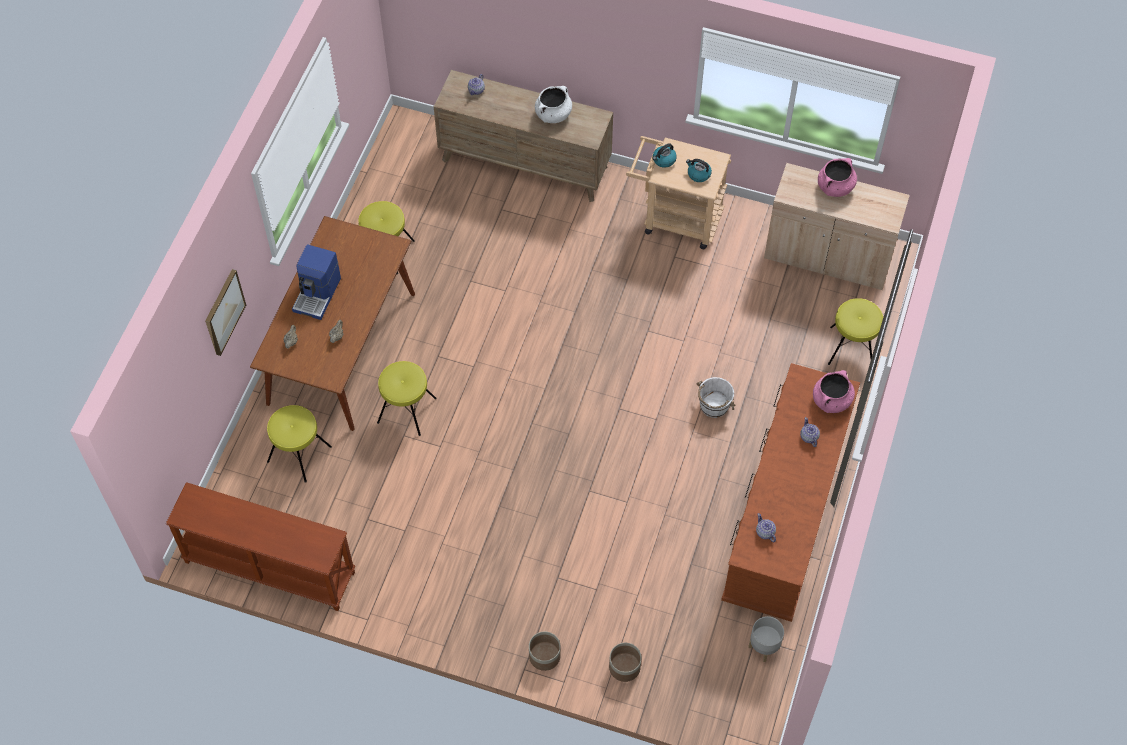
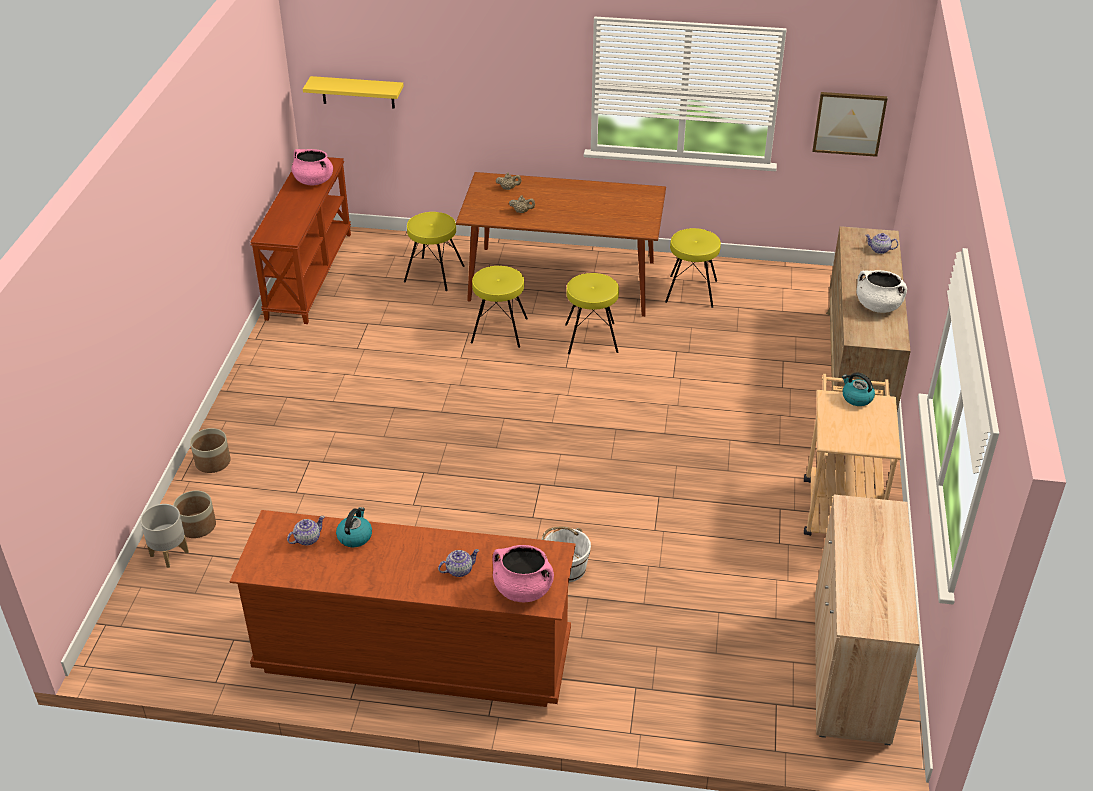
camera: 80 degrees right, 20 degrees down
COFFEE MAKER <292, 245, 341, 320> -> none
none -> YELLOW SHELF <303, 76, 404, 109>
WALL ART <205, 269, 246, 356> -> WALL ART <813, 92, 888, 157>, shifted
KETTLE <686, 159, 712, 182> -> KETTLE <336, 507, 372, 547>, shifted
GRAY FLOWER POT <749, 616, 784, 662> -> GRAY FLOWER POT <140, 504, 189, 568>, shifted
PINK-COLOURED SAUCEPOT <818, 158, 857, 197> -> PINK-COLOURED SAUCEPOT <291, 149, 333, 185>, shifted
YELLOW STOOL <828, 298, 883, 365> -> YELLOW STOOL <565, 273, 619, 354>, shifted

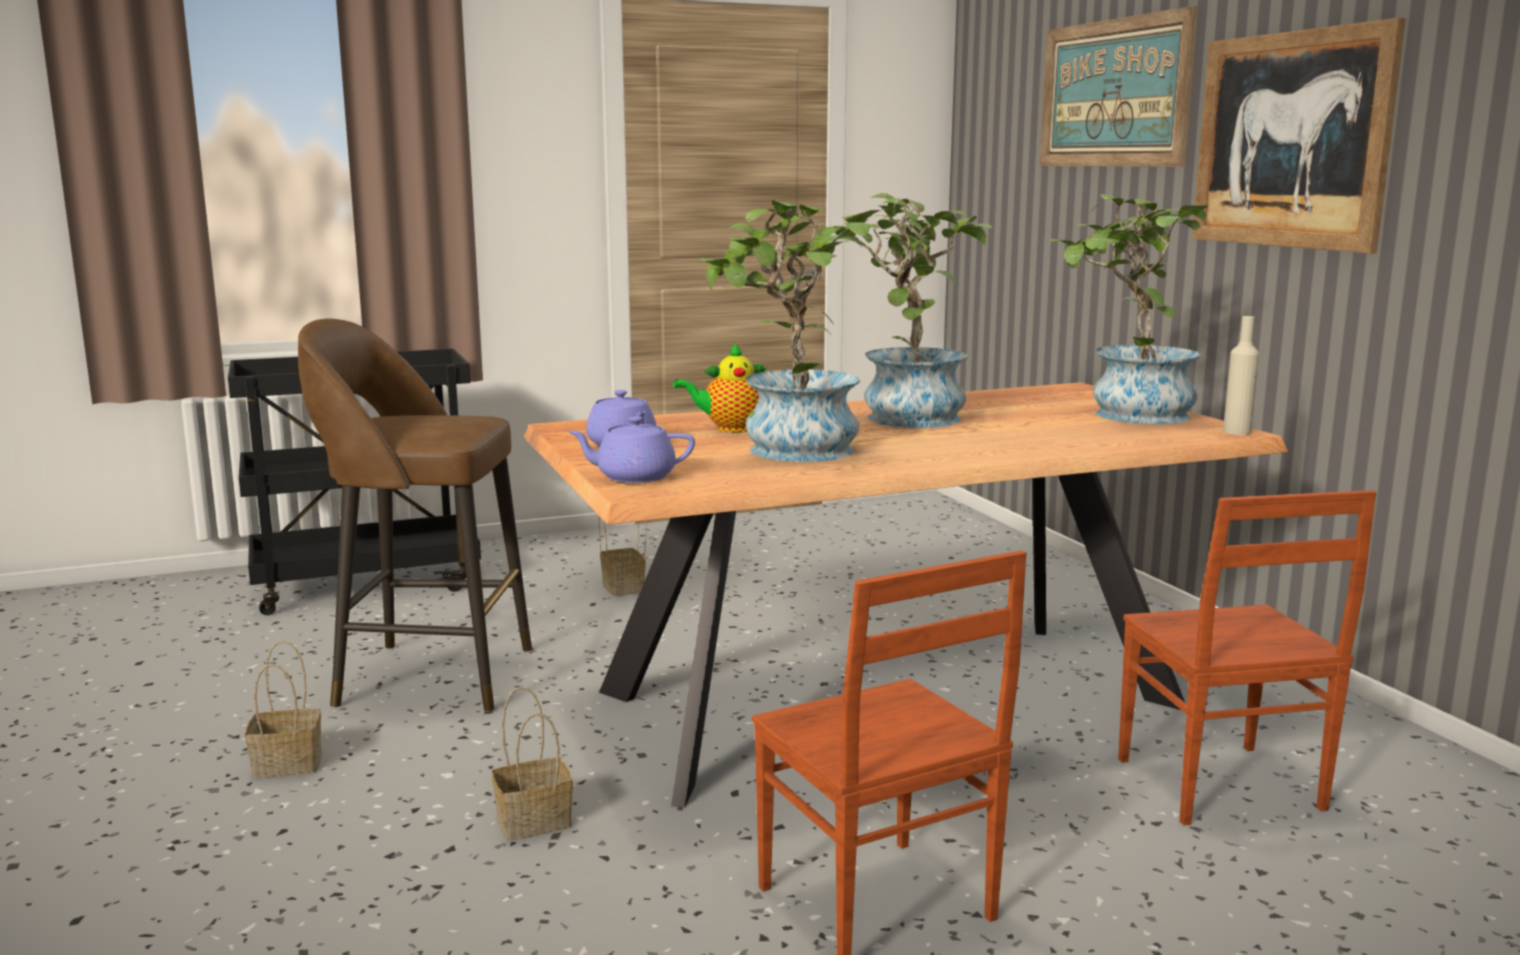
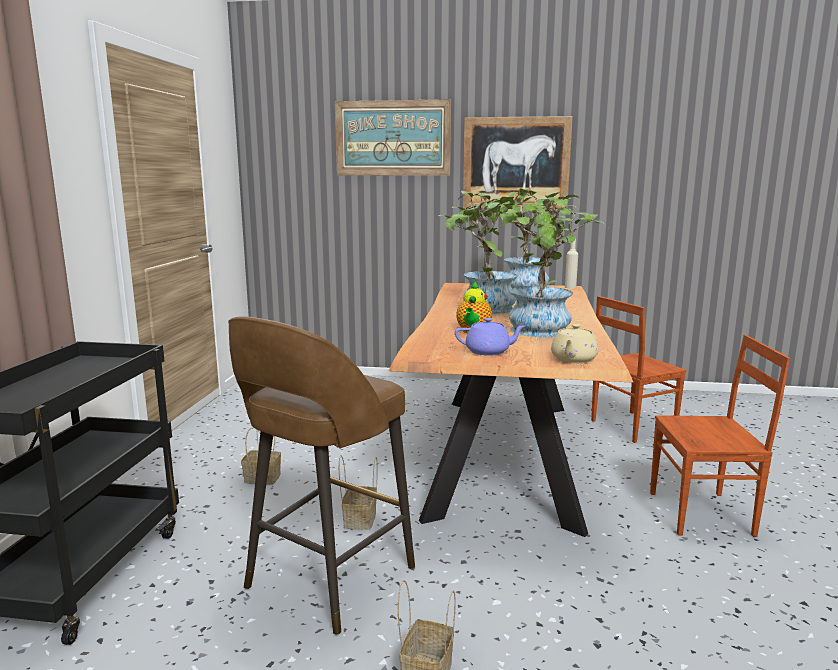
camera: 60 degrees left, 0 degrees up
STORAGE BASKET <492, 687, 573, 841> -> STORAGE BASKET <339, 455, 378, 530>, shifted
PURPLE-COLOURED TEAPOT <568, 416, 695, 483> -> BEIGE TEAPOT <551, 324, 598, 363>
BROWN-COLOURED PLAIN CHAIR <1118, 490, 1377, 825> -> BROWN-COLOURED PLAIN CHAIR <591, 296, 687, 443>, 135 degrees clockwise

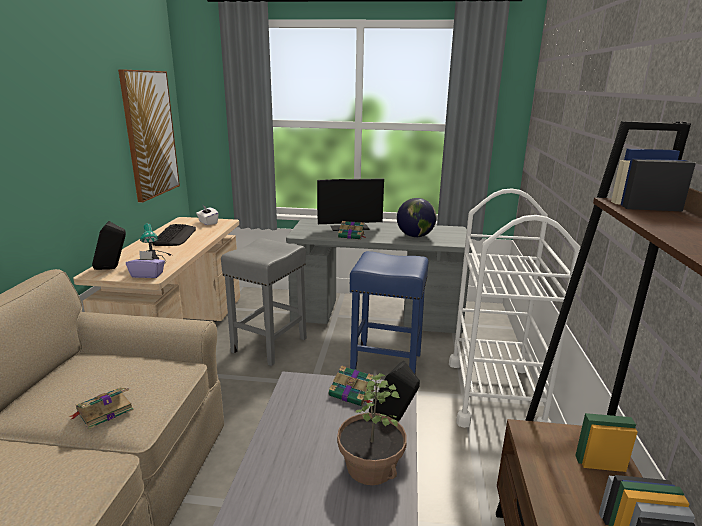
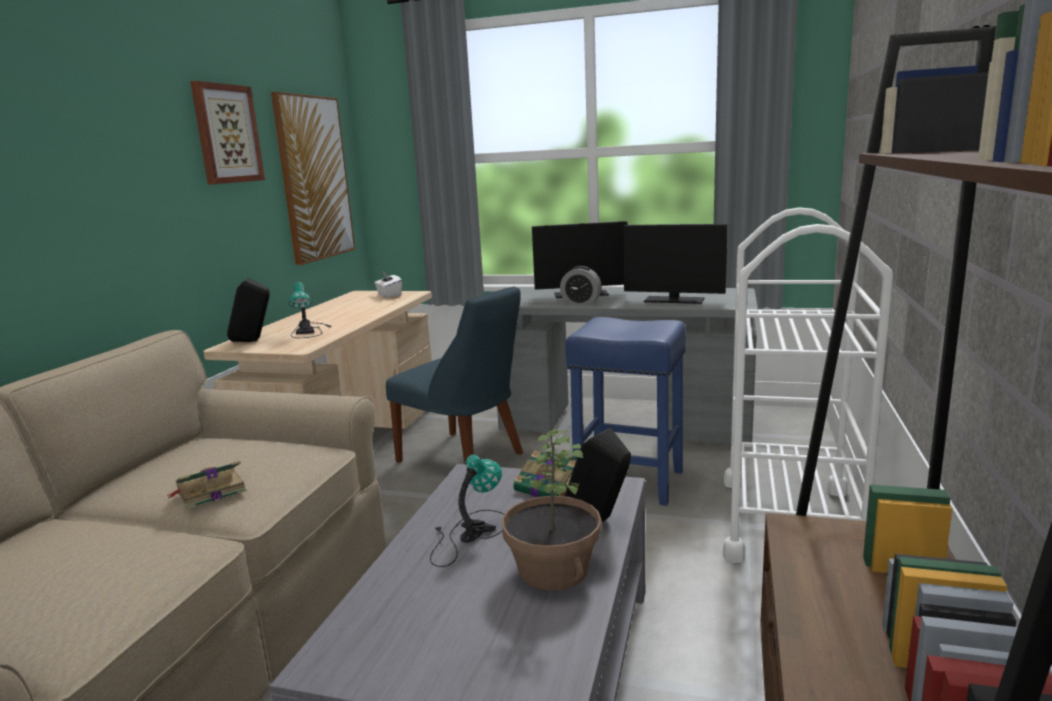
camera: 10 degrees right, 5 degrees down
PURPLE-COLOURED BOX OF TISSUES <126, 251, 165, 278> -> none
COMPUTER KEYBOARD <152, 224, 196, 246> -> none
none -> WALL ART <190, 81, 265, 185>
none -> TABLETOP LAMP <430, 454, 505, 567>
GRAY STOOL <221, 238, 307, 366> -> BLUISH PLAIN CHAIR <386, 286, 523, 464>
BOUND BOOK <338, 221, 365, 240> -> BEDSIDE CLOCK <560, 266, 602, 304>
DESK GLOBE <397, 198, 436, 237> -> COMPUTER DISPLAY <623, 224, 727, 304>

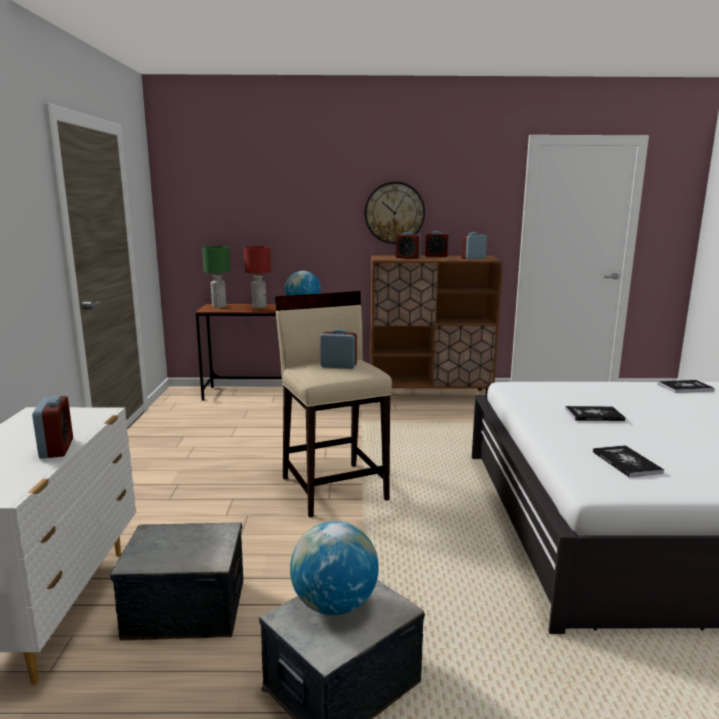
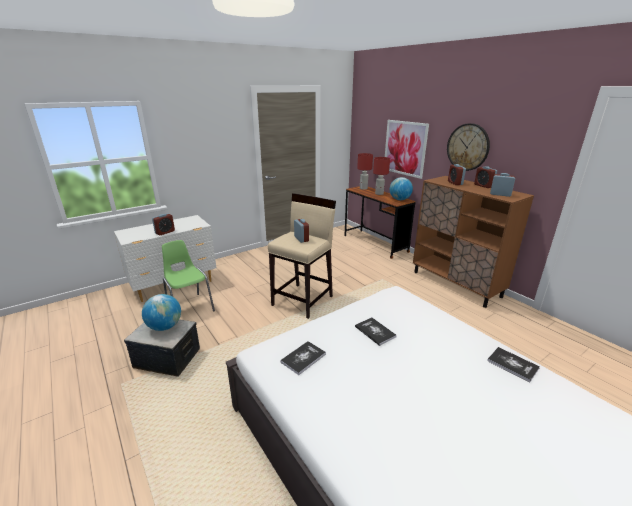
camera: 55 degrees right, 10 degrees up
none -> WALL ART <385, 120, 429, 179>
STORAGE BIN <110, 523, 243, 641> -> GREENISH PLAIN CHAIR <162, 240, 215, 312>
GREENISH TABLETOP LAMP <202, 246, 230, 308> -> REDDISH TABLETOP LAMP <357, 153, 373, 190>

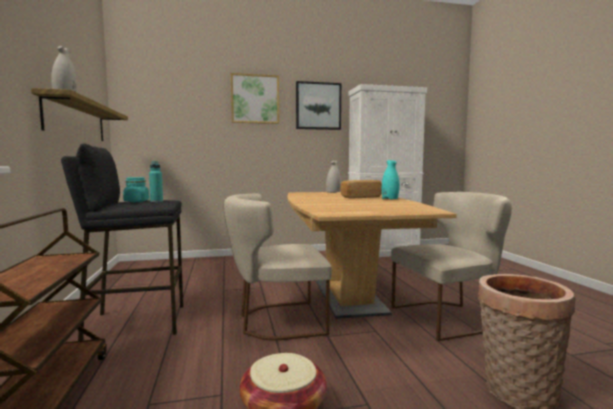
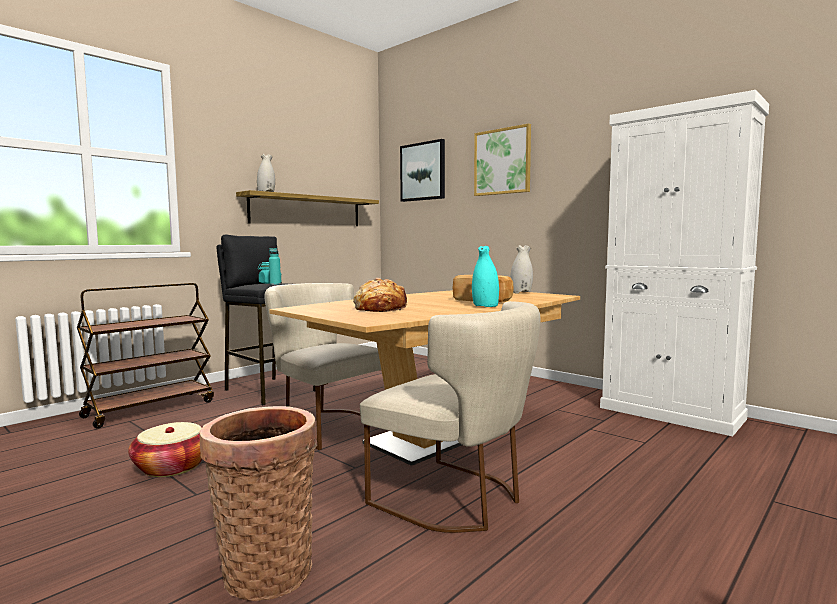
camera: 55 degrees right, 0 degrees up
none -> BAKED BREAD <353, 278, 407, 312>
WALL ART <296, 81, 341, 130> -> WALL ART <400, 139, 445, 202>, shifted

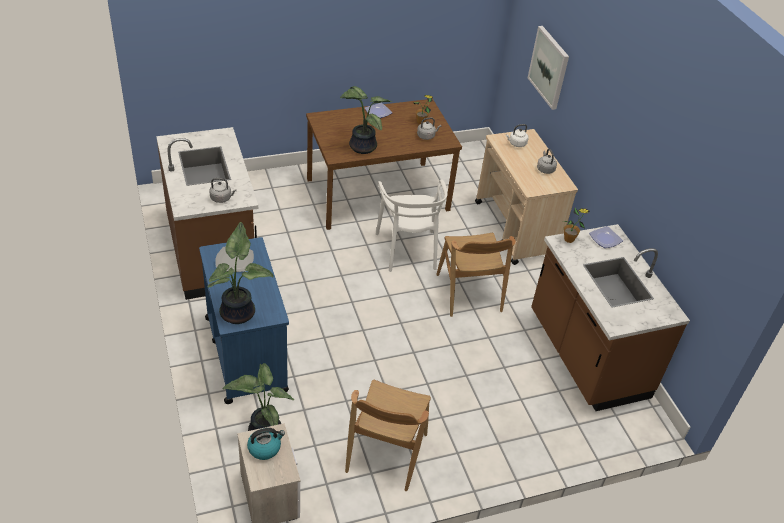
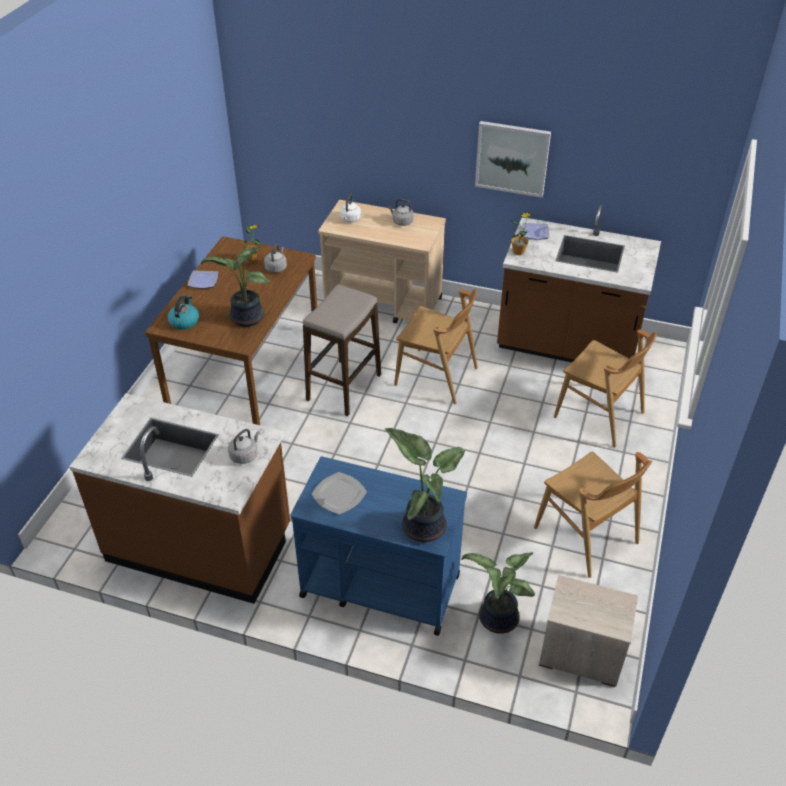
camera: 50 degrees left, 0 degrees up
none -> BROWN-COLOURED PLAIN CHAIR <554, 330, 657, 448>
KETTLE <247, 428, 285, 460> -> KETTLE <168, 296, 199, 330>, shifted
WALL ART <528, 26, 569, 110> -> WALL ART <475, 121, 551, 198>, shifted
WHITISH PLAIN CHAIR <376, 179, 447, 272> -> STOOL <303, 285, 381, 416>

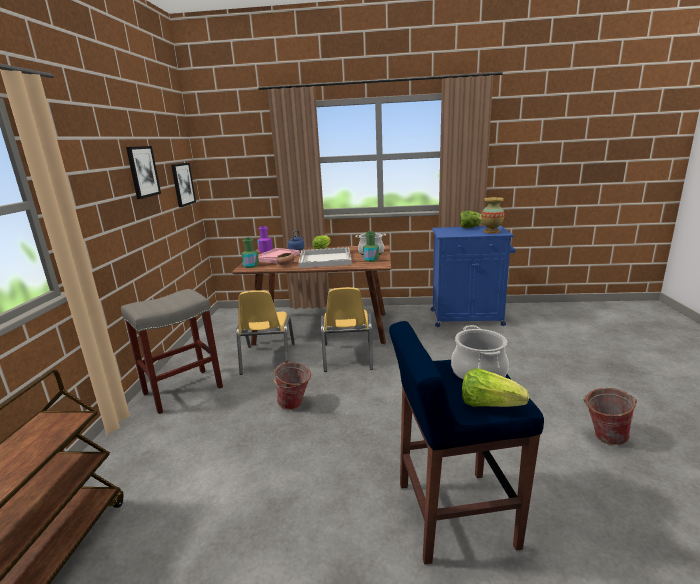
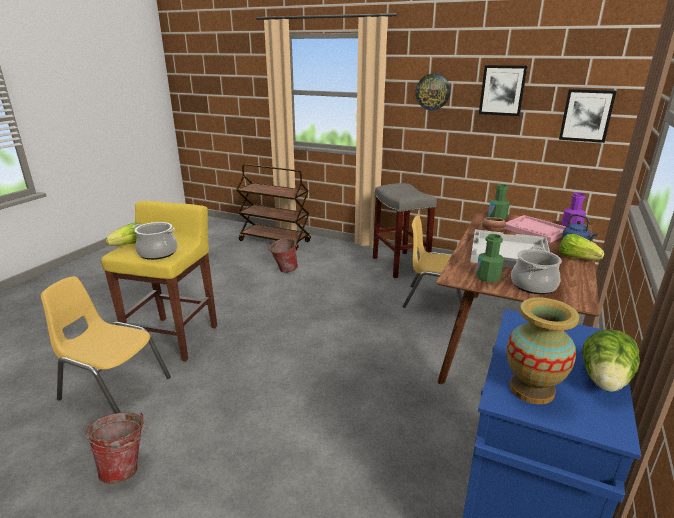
camera: 110 degrees right, 5 degrees up
none -> CLOCK ON THE WALL <415, 74, 450, 110>
WATER BUCKET <272, 360, 311, 410> -> WATER BUCKET <268, 238, 298, 273>, shifted
YELLOW PLAIN CHAIR <321, 287, 373, 372> -> YELLOW PLAIN CHAIR <41, 276, 171, 413>, shifted
BLUISH STOOL <389, 321, 544, 564> -> YELLOW STOOL <101, 201, 217, 362>

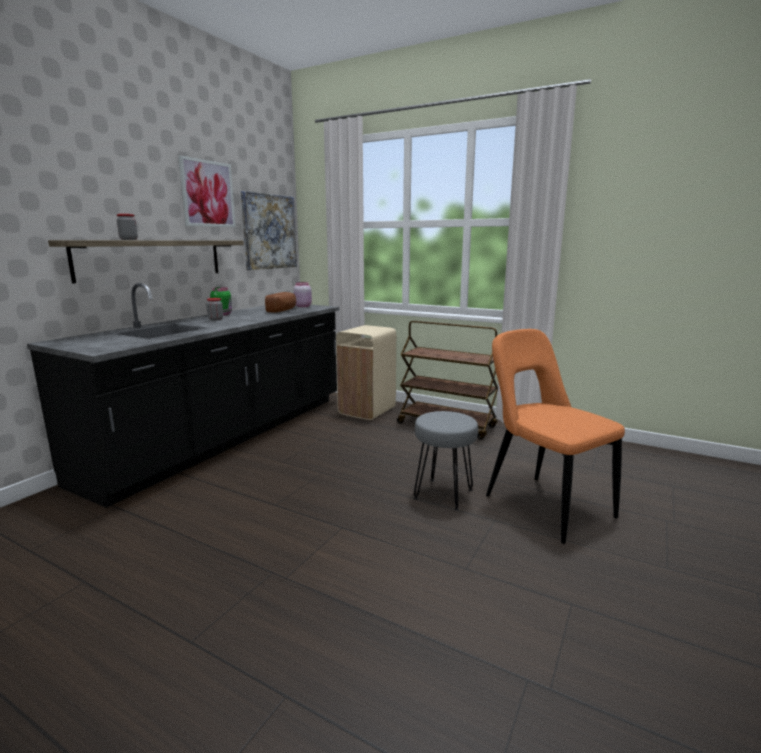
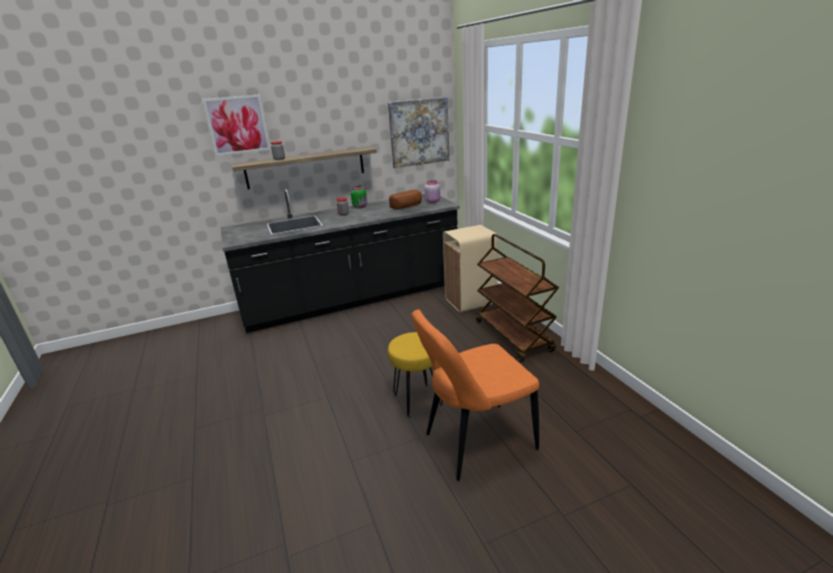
camera: 40 degrees right, 10 degrees up
WALL ART <178, 156, 235, 227> -> WALL ART <202, 94, 271, 156>, shifted
GRAY STOOL <414, 411, 478, 510> -> YELLOW STOOL <388, 332, 443, 417>
ORANGE PLAIN CHAIR <486, 329, 625, 544> -> ORANGE PLAIN CHAIR <411, 309, 539, 481>, 120 degrees counterclockwise

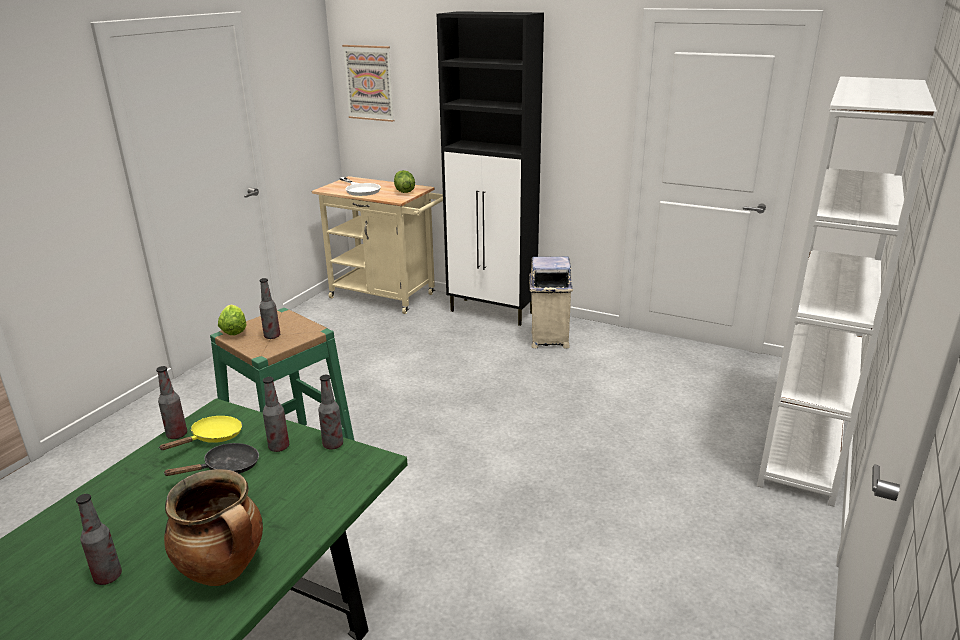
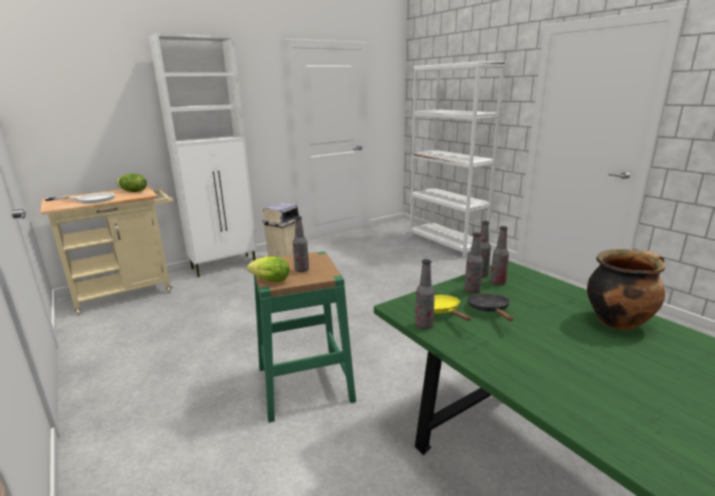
camera: 60 degrees left, 5 degrees down
WALL ART <342, 45, 394, 122> -> none
BEVERAGE BOTTLE <76, 494, 122, 585> -> BEVERAGE BOTTLE <490, 226, 509, 285>, shifted
BLACK CABINET <437, 11, 544, 326> -> WHITISH CABINET <149, 33, 257, 277>

